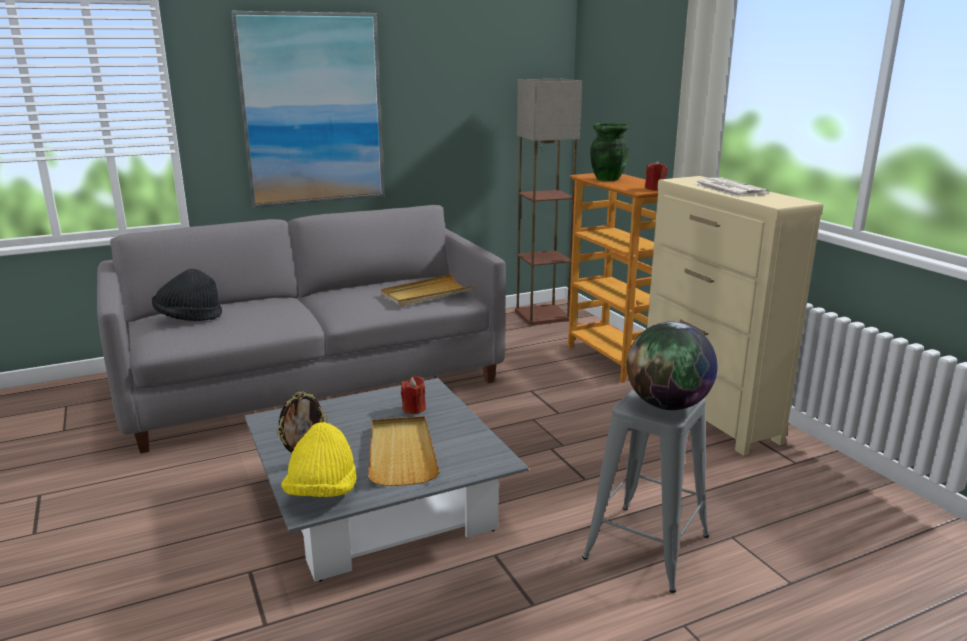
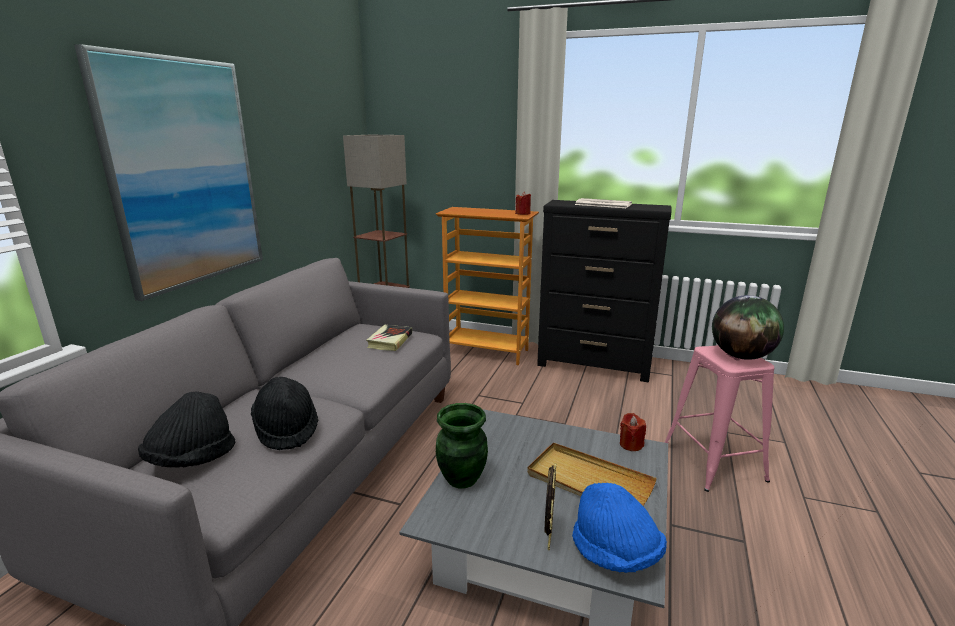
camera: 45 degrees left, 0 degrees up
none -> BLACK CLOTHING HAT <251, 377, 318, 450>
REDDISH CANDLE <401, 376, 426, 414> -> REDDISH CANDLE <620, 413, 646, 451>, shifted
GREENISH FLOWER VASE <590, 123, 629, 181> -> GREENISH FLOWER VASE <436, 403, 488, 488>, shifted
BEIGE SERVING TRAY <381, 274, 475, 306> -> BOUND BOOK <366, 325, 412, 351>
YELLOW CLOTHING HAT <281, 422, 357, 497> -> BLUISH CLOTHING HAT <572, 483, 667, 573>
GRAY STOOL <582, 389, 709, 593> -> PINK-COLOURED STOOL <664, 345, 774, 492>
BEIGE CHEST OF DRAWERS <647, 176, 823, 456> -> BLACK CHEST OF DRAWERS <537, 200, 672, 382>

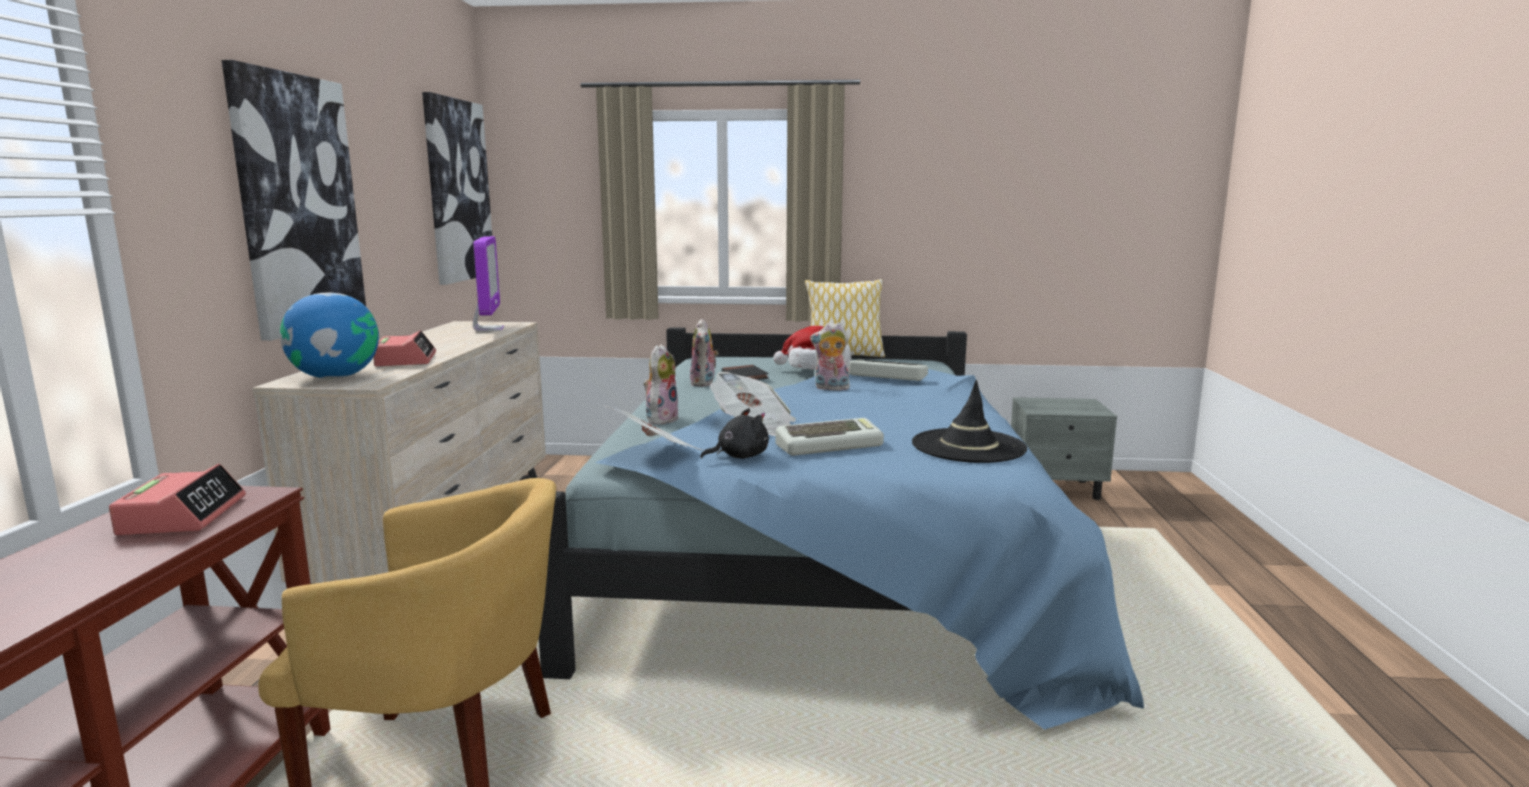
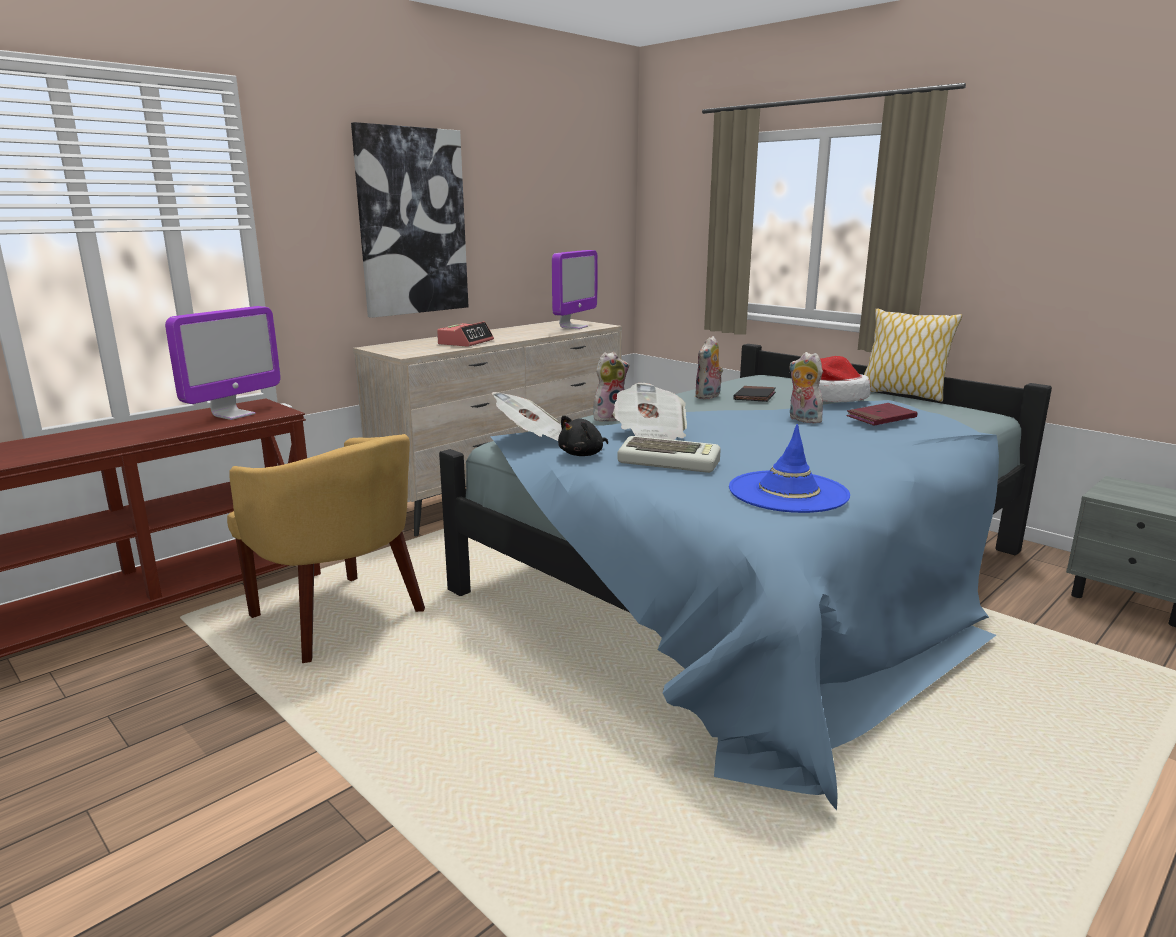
camera: 40 degrees right, 5 degrees up
DESK GLOBE <280, 293, 379, 379> -> none
WALL ART <422, 92, 492, 285> -> none
BEDSIDE CLOCK <109, 464, 246, 535> -> COMPUTER DISPLAY <165, 306, 281, 420>
COMPUTER KEYBOARD <849, 359, 928, 381> -> REDDISH BOUND BOOK <846, 403, 918, 426>
BLACK CLOTHING HAT <912, 380, 1027, 463> -> BLUISH CLOTHING HAT <729, 424, 850, 513>
BLACK PLUSH TOY <700, 408, 769, 459> -> BLACK PLUSH TOY <558, 416, 608, 456>, 120 degrees clockwise

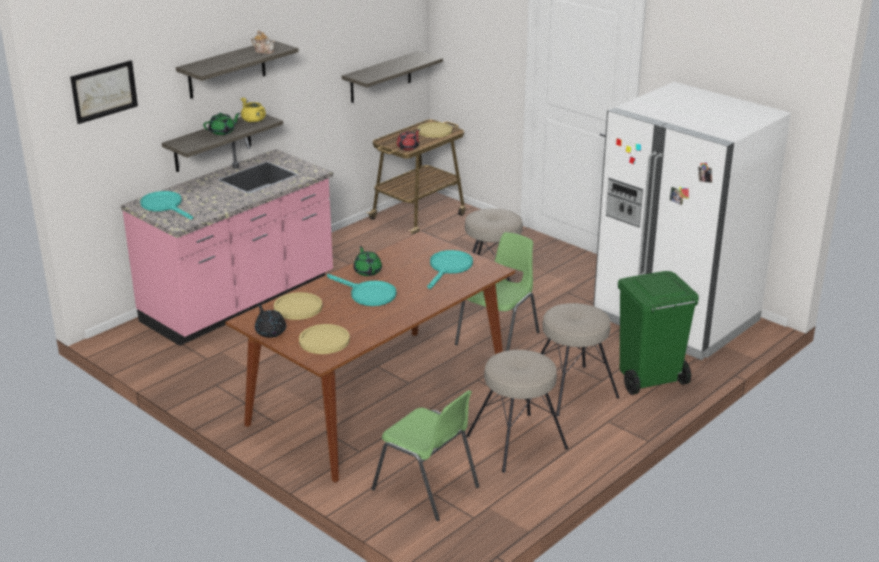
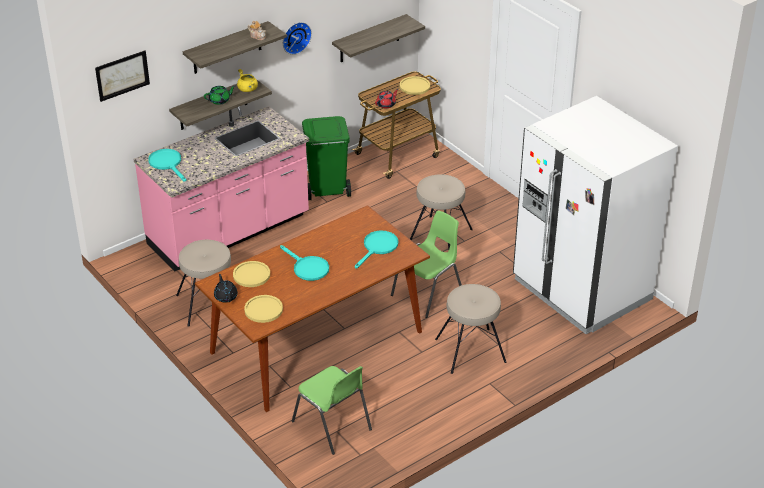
camera: 10 degrees right, 10 degrees up
GREENISH TEAPOT <353, 246, 382, 276> -> none
none -> CLOCK ON THE WALL <283, 22, 312, 55>
BEIGE STOOL <466, 350, 568, 473> -> BEIGE STOOL <176, 240, 231, 327>, shifted
GREENISH WASTE BIN <618, 271, 699, 395> -> GREENISH WASTE BIN <302, 116, 351, 200>, shifted

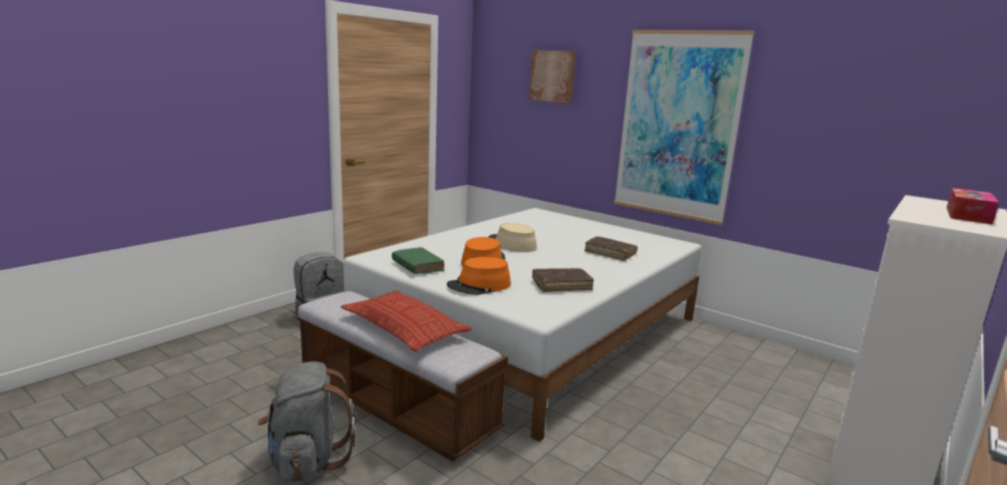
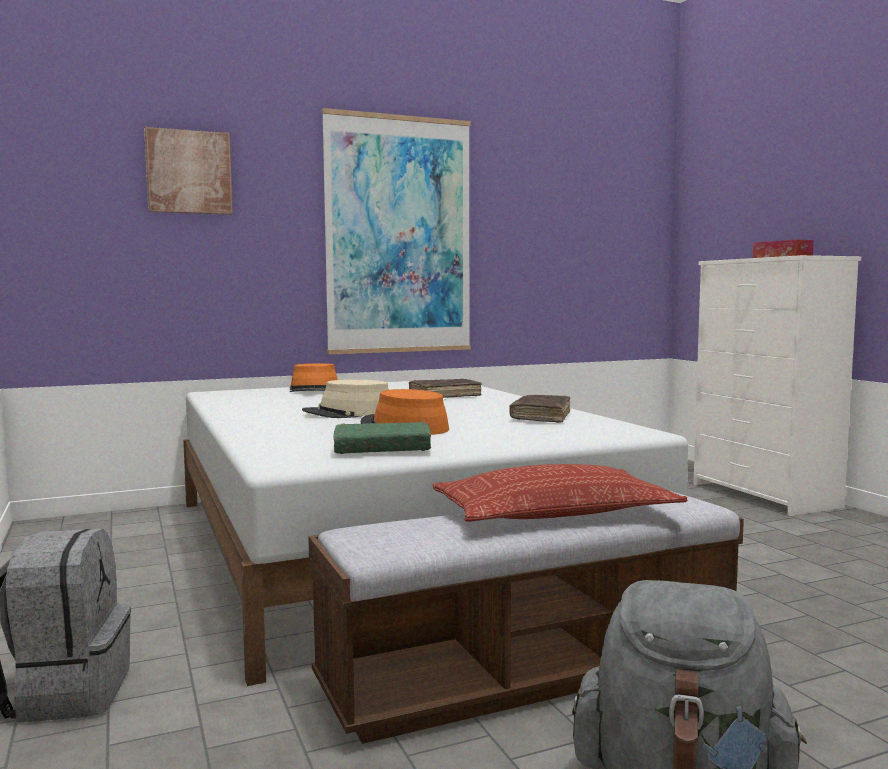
camera: 60 degrees left, 10 degrees down
ORANGE CLOTHING HAT <447, 257, 511, 295> -> ORANGE CLOTHING HAT <290, 363, 338, 392>, shifted

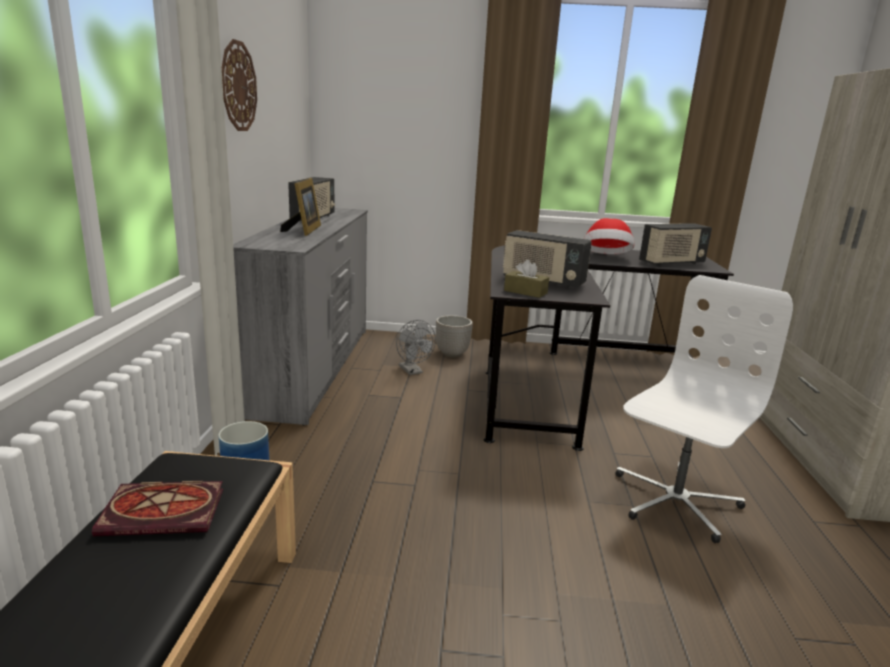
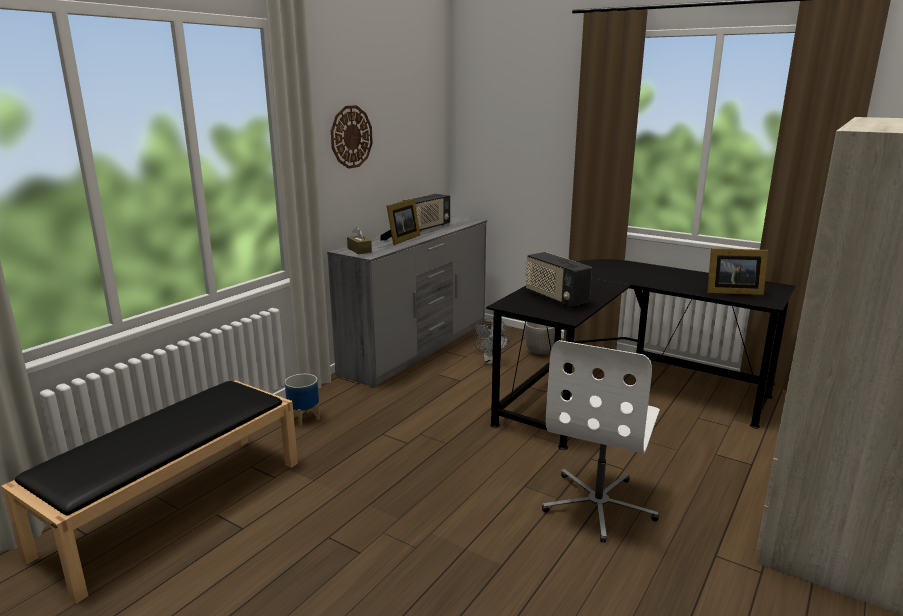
camera: 30 degrees right, 0 degrees up
BOUND BOOK <92, 481, 223, 536> -> none
CLOTHING HAT <584, 218, 634, 254> -> none
BROWN-COLOURED BOX OF TISSUES <504, 260, 549, 298> -> BROWN-COLOURED BOX OF TISSUES <347, 227, 372, 254>, shifted
RADIO RECEIVER <639, 223, 712, 266> -> PHOTO FRAME <707, 248, 768, 295>
WHITISH DESK CHAIR <615, 275, 793, 543> -> WHITISH DESK CHAIR <542, 340, 660, 543>, 135 degrees clockwise

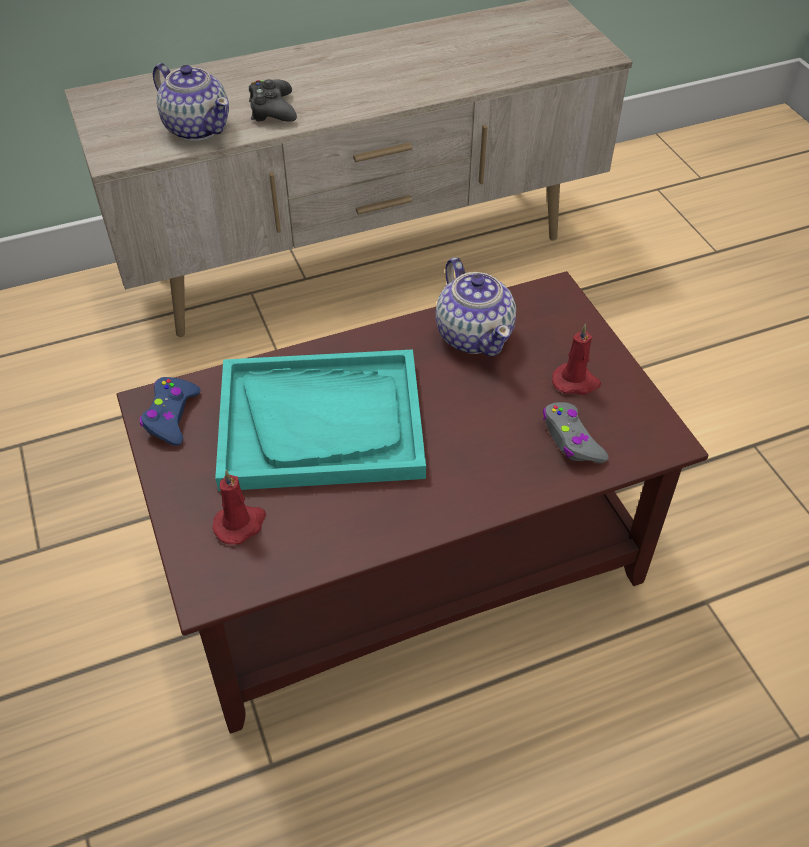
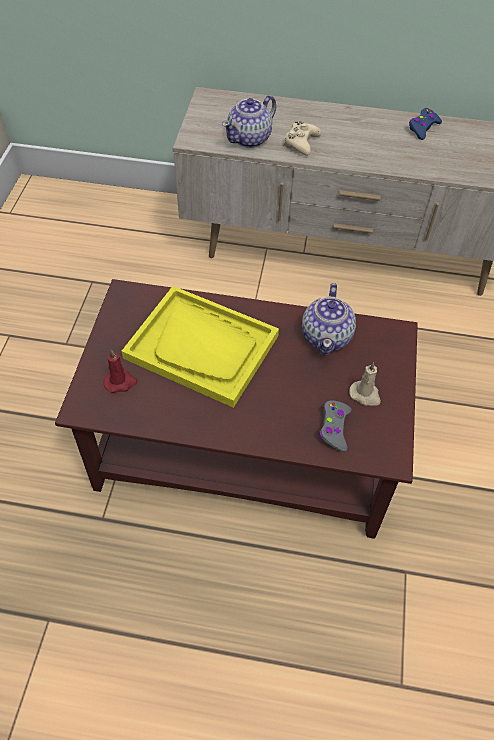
camera: 30 degrees right, 5 degrees up
BLUISH GAMEPAD <140, 377, 201, 446> -> BLUISH GAMEPAD <409, 108, 442, 140>, shifted
BLUE-GREEN SERVING TRAY <215, 349, 426, 491> -> YELLOW SERVING TRAY <121, 286, 279, 408>
BLACK GAMEPAD <249, 79, 297, 122> -> BEIGE GAMEPAD <284, 121, 321, 156>
REDDISH CANDLE <552, 324, 601, 395> -> BEIGE CANDLE <349, 362, 381, 405>
TEAPOT <153, 63, 229, 141> -> TEAPOT <222, 95, 276, 148>, 60 degrees clockwise

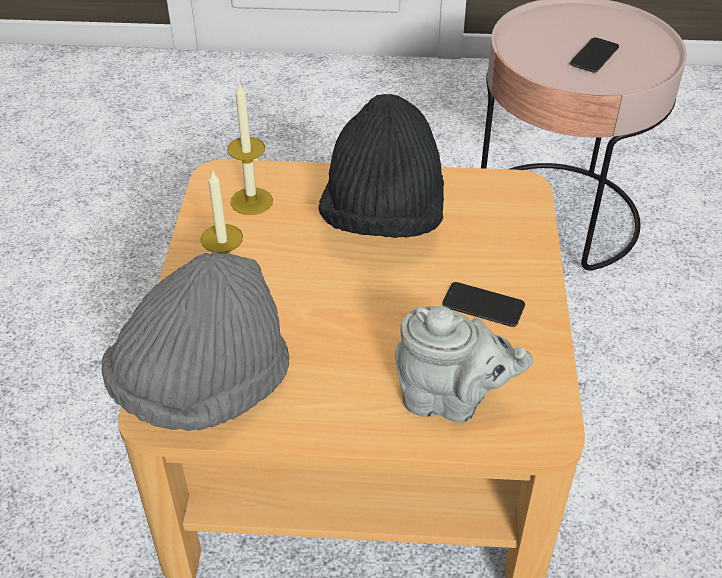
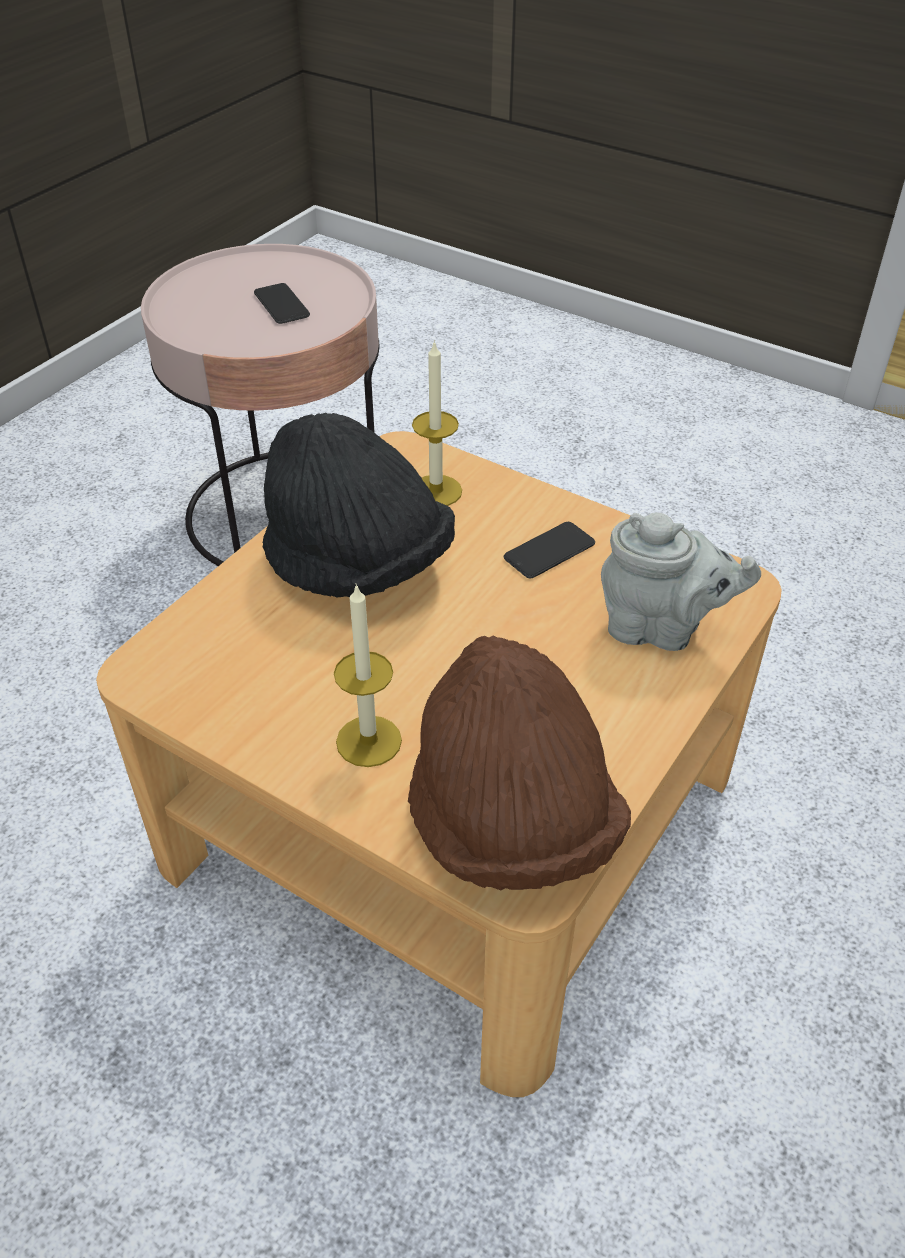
camera: 60 degrees left, 0 degrees up
CANDLE <227, 82, 273, 215> -> CANDLE <412, 340, 462, 506>, shifted
GRAY CLOTHING HAT <102, 251, 289, 431> -> BROWN-COLOURED CLOTHING HAT <408, 636, 631, 890>
GRAY TEAPOT <395, 306, 533, 423> -> GRAY TEAPOT <601, 513, 761, 651>, 60 degrees clockwise

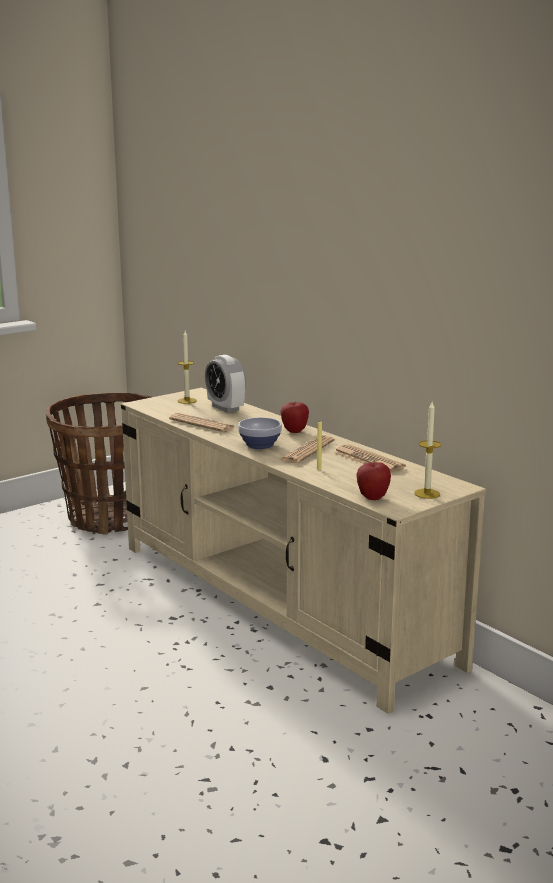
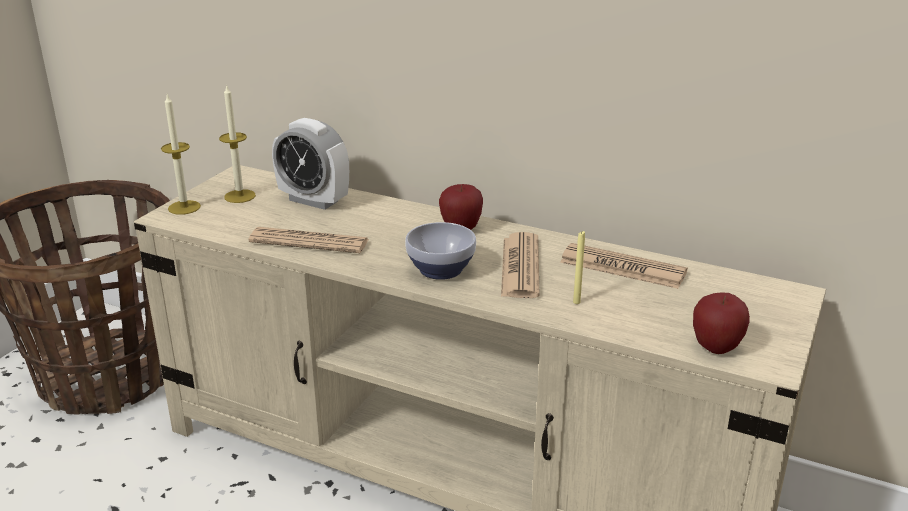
camera: 25 degrees left, 10 degrees up
CANDLE <414, 402, 441, 499> -> CANDLE <161, 94, 201, 215>, shifted

